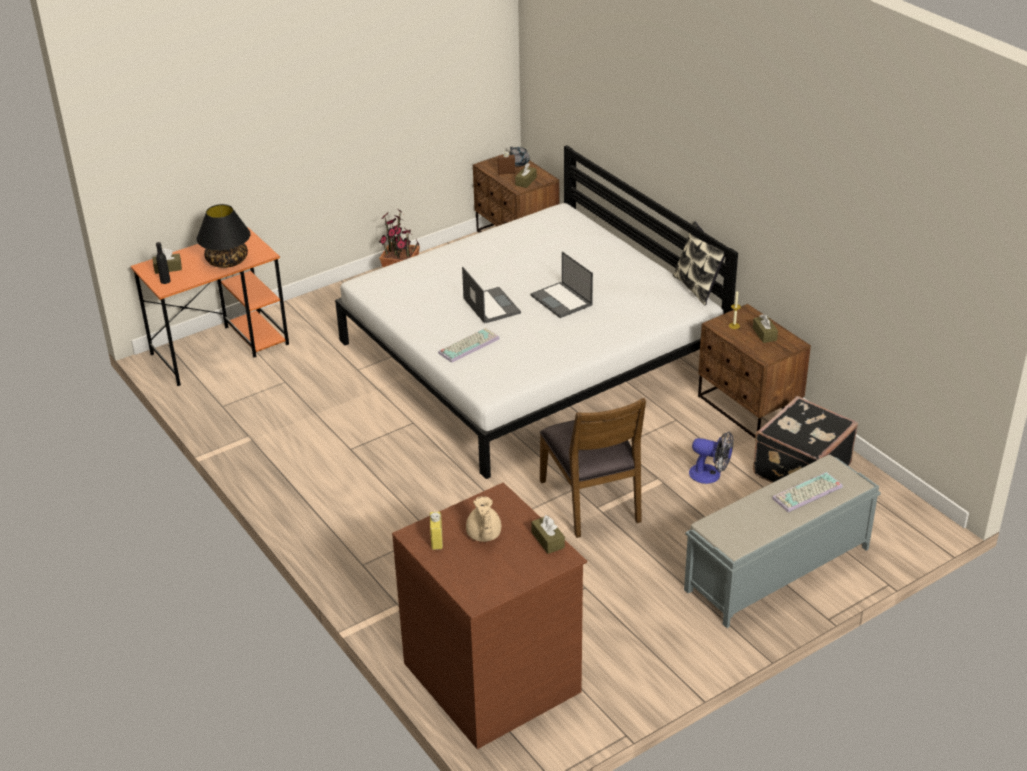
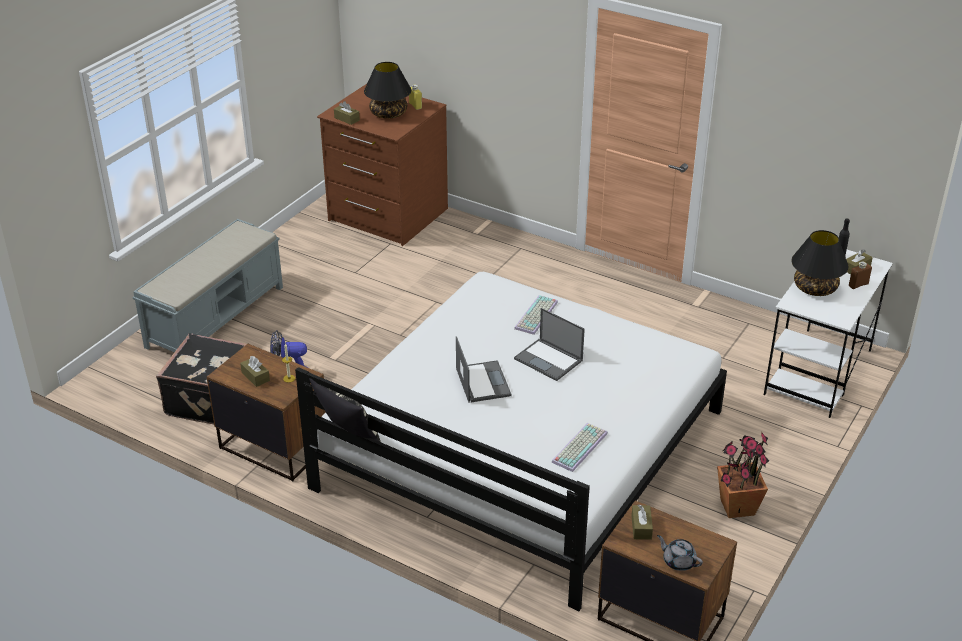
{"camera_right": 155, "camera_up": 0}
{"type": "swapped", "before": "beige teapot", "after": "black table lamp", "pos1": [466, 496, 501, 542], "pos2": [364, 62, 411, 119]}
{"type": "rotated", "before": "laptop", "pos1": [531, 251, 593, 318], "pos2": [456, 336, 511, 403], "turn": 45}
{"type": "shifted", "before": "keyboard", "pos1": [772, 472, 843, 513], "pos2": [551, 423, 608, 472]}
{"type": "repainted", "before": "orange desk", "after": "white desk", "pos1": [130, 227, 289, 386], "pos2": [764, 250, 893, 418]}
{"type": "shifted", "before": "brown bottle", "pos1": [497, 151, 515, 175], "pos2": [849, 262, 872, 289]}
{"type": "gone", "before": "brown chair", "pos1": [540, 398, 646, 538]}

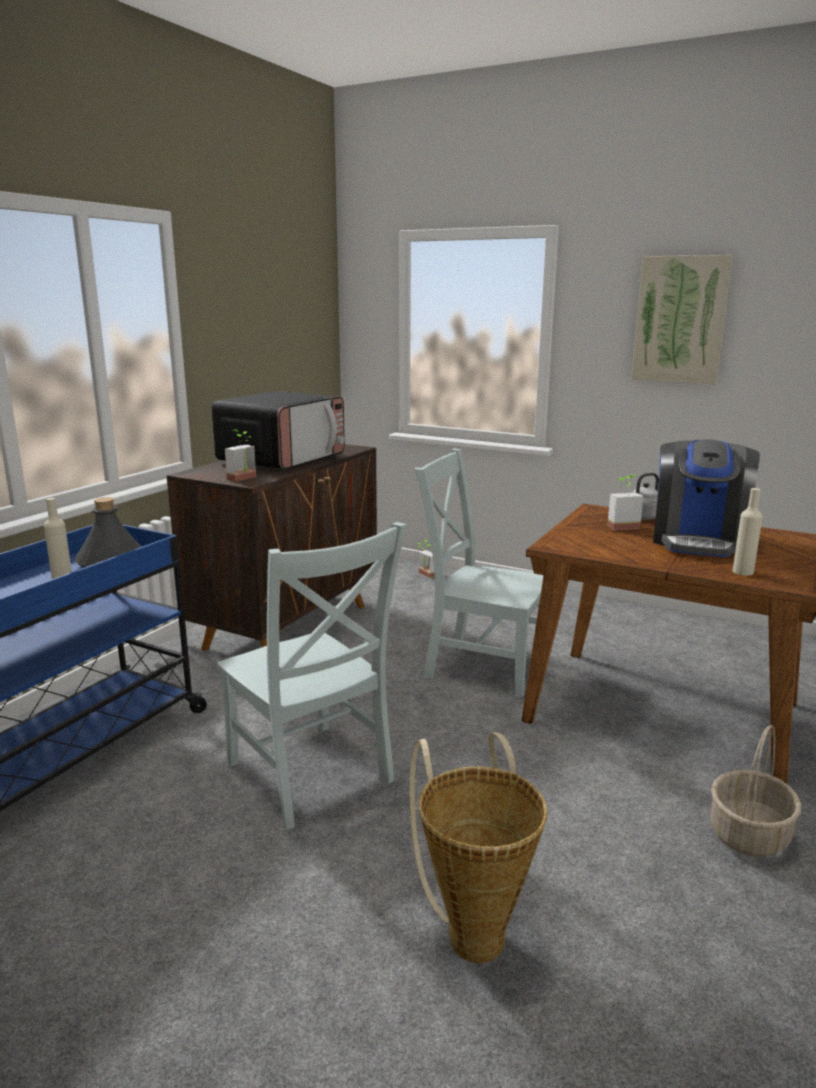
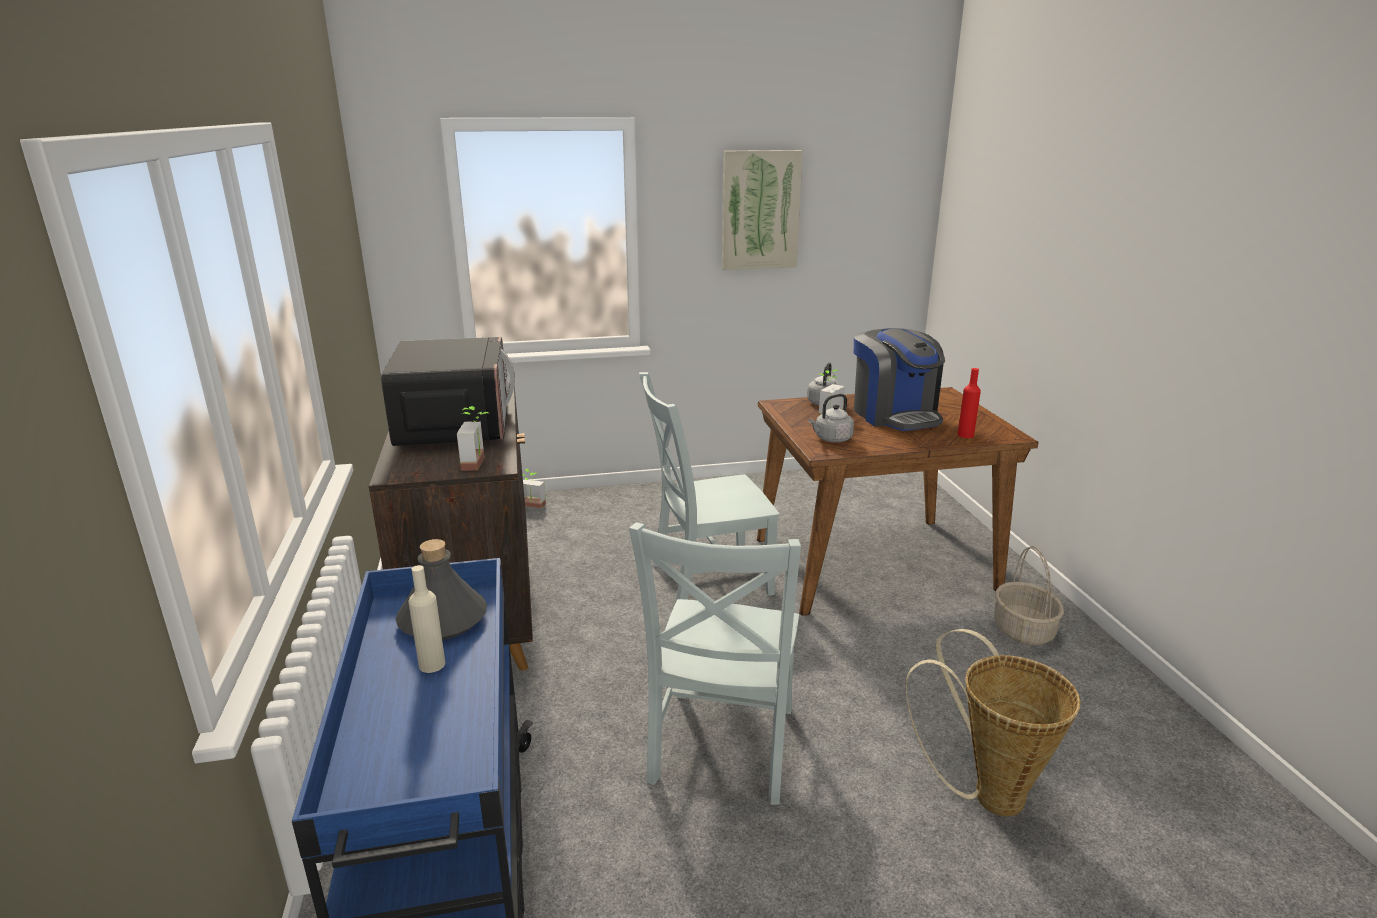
{"camera_right": -40, "camera_up": 5}
{"type": "rotated", "before": "grey chair", "pos1": [217, 522, 407, 829], "pos2": [629, 522, 801, 805], "turn": 90}
{"type": "new", "after": "grey kettle", "pos2": [809, 394, 854, 442]}
{"type": "repainted", "before": "beige bottle", "after": "red bottle", "pos1": [733, 488, 763, 576], "pos2": [958, 368, 981, 438]}

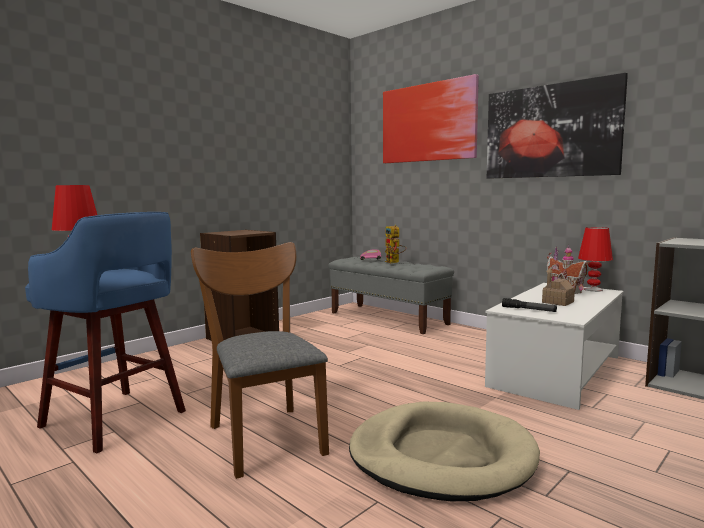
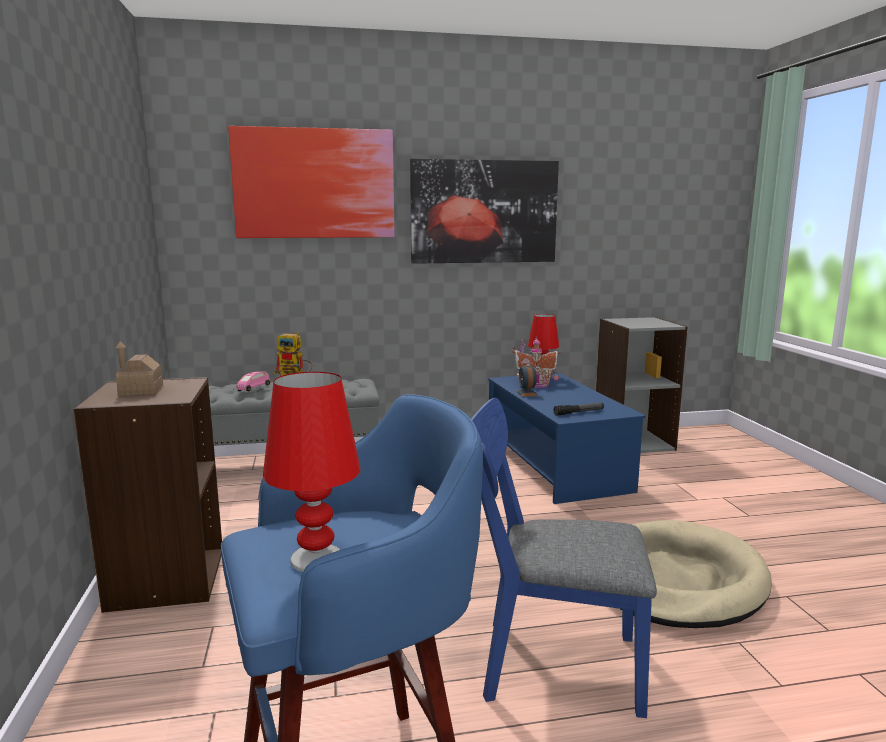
{"camera_right": -55, "camera_up": 5}
{"type": "shifted", "before": "toy house", "pos1": [542, 268, 575, 306], "pos2": [116, 341, 163, 396]}
{"type": "repainted", "before": "brown chair", "after": "blue chair", "pos1": [191, 242, 329, 479], "pos2": [471, 398, 657, 718]}
{"type": "repainted", "before": "white coffee table", "after": "blue coffee table", "pos1": [485, 283, 624, 410], "pos2": [488, 373, 646, 504]}
{"type": "new", "after": "alarm clock", "pos2": [517, 364, 538, 397]}

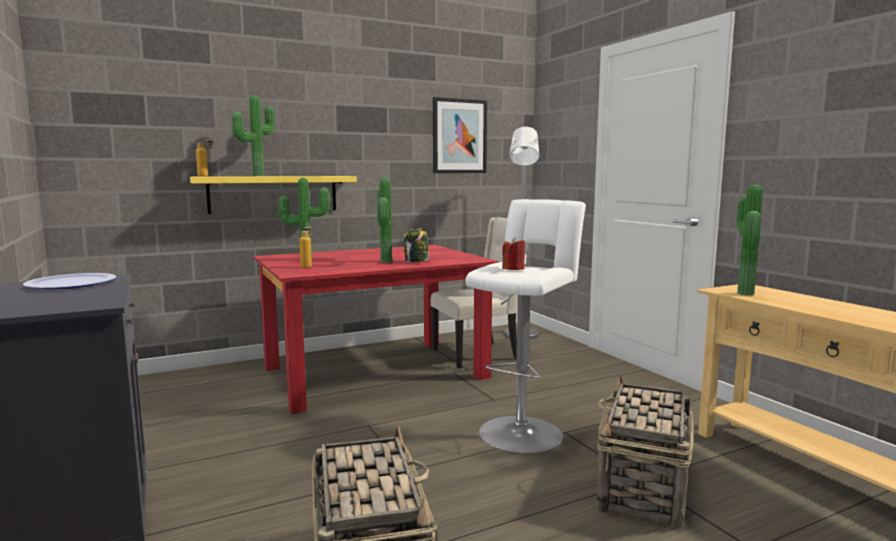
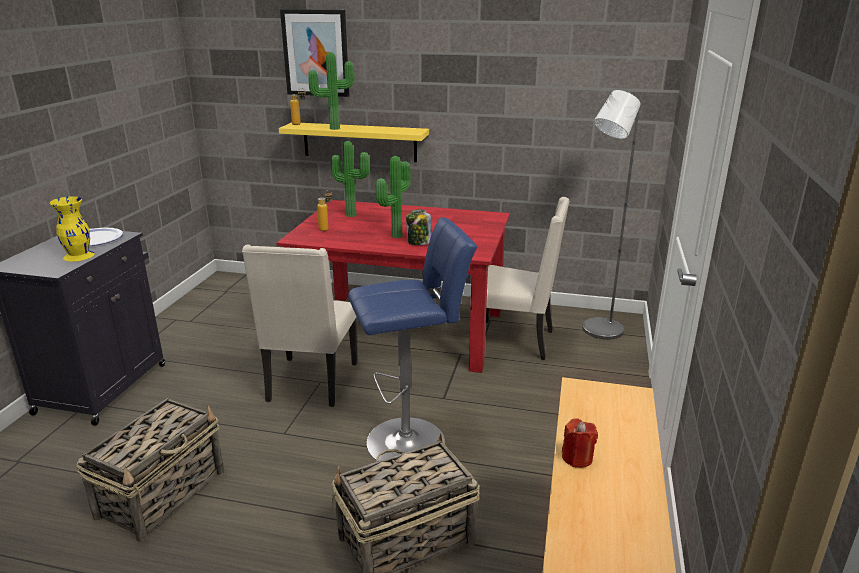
{"camera_right": 40, "camera_up": 15}
{"type": "new", "after": "yellow vase", "pos2": [49, 196, 95, 261]}
{"type": "new", "after": "beige chair", "pos2": [242, 245, 357, 407]}
{"type": "shifted", "before": "picture", "pos1": [433, 97, 487, 173], "pos2": [280, 9, 349, 97]}
{"type": "repainted", "before": "white stool", "after": "blue stool", "pos1": [465, 199, 586, 454], "pos2": [348, 217, 477, 461]}
{"type": "shifted", "before": "red candle", "pos1": [502, 237, 525, 270], "pos2": [562, 418, 598, 468]}
{"type": "gone", "before": "potted plant", "pos1": [737, 185, 763, 296]}

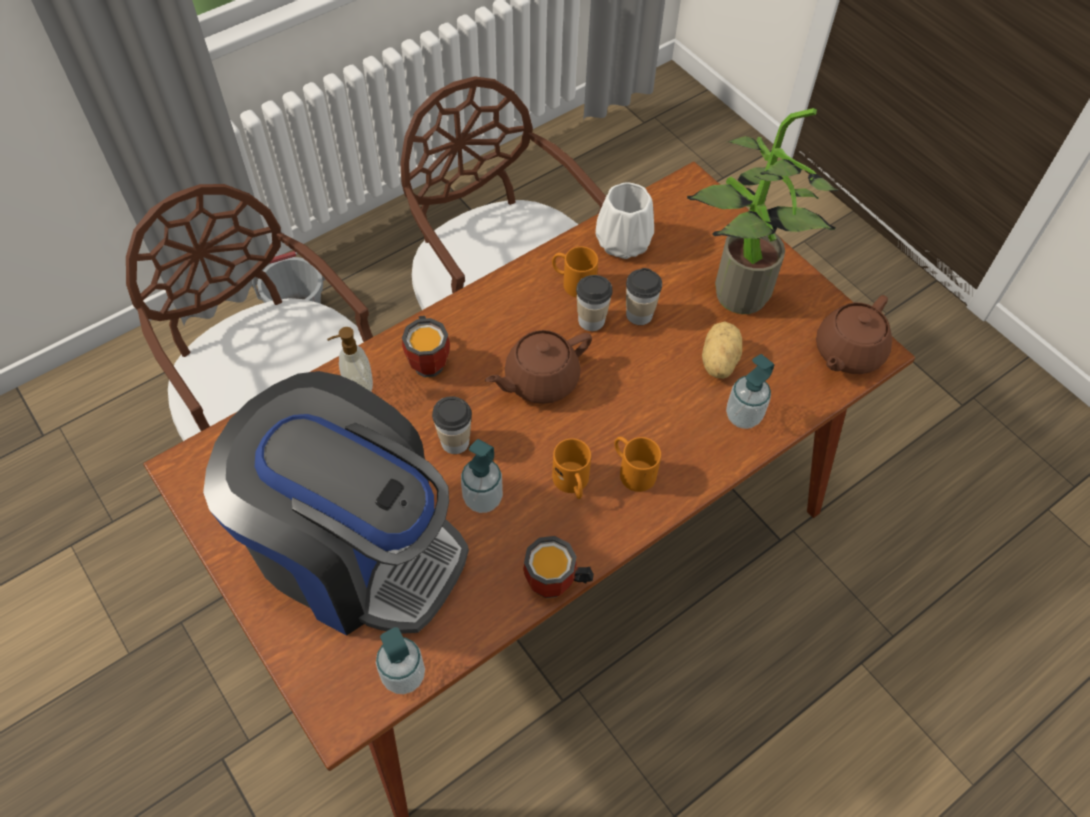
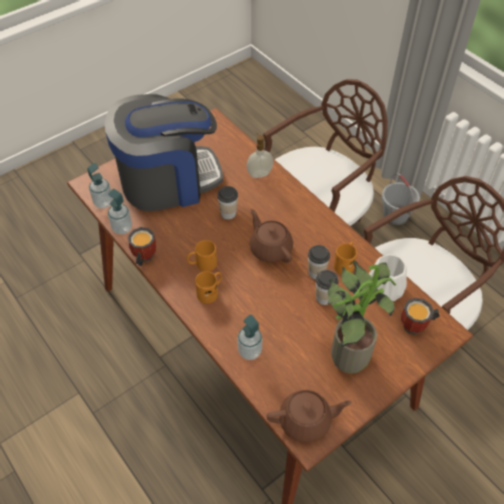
{"camera_right": 90, "camera_up": -5}
{"type": "rotated", "before": "coffee machine", "pos1": [203, 371, 469, 636], "pos2": [105, 94, 223, 211], "turn": -135}
{"type": "shifted", "before": "soap dispenser", "pos1": [461, 439, 503, 513], "pos2": [108, 189, 132, 235]}
{"type": "rotated", "before": "brown teapot", "pos1": [816, 295, 892, 374], "pos2": [266, 390, 352, 443], "turn": 135}
{"type": "shifted", "before": "mug", "pos1": [402, 316, 450, 378], "pos2": [401, 298, 440, 335]}
{"type": "gone", "before": "potato", "pos1": [702, 322, 742, 379]}

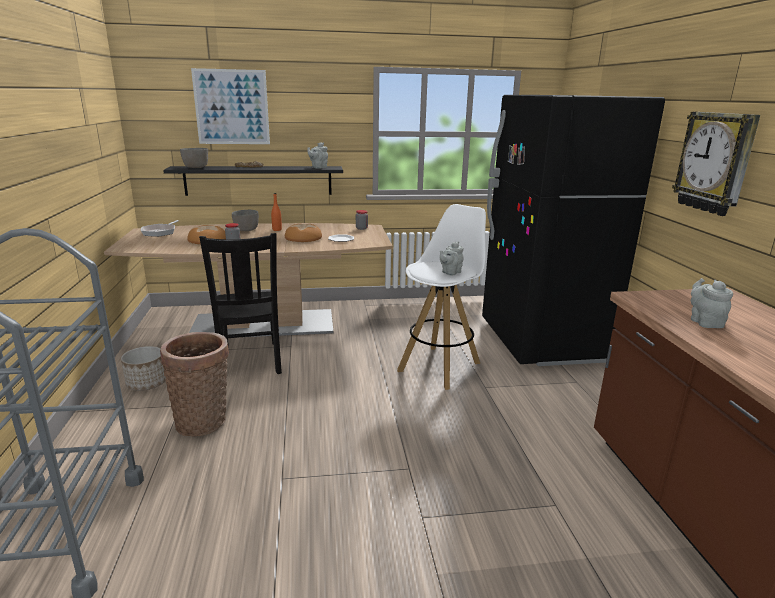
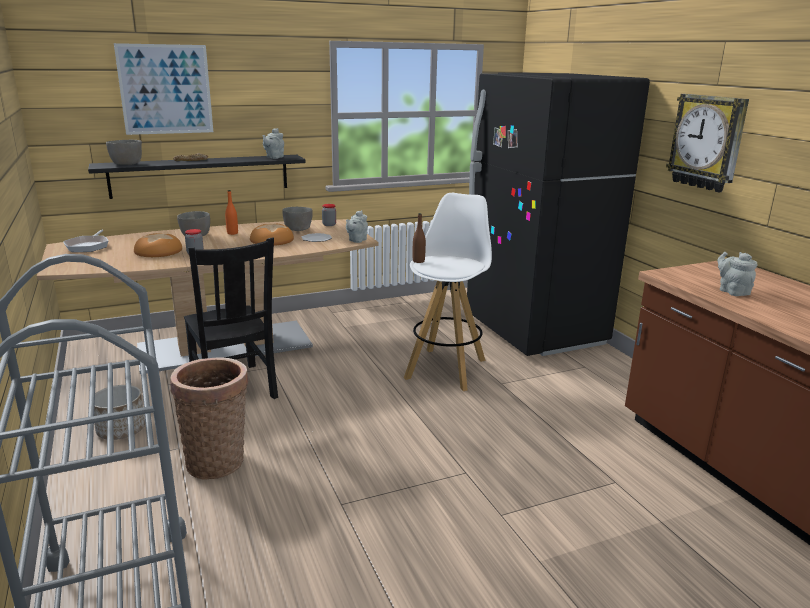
{"camera_right": -15, "camera_up": 0}
{"type": "new", "after": "grey bowl", "pos2": [282, 207, 313, 231]}
{"type": "shifted", "before": "grey teapot", "pos1": [440, 241, 464, 276], "pos2": [346, 210, 368, 243]}
{"type": "new", "after": "brown bottle", "pos2": [413, 213, 426, 263]}

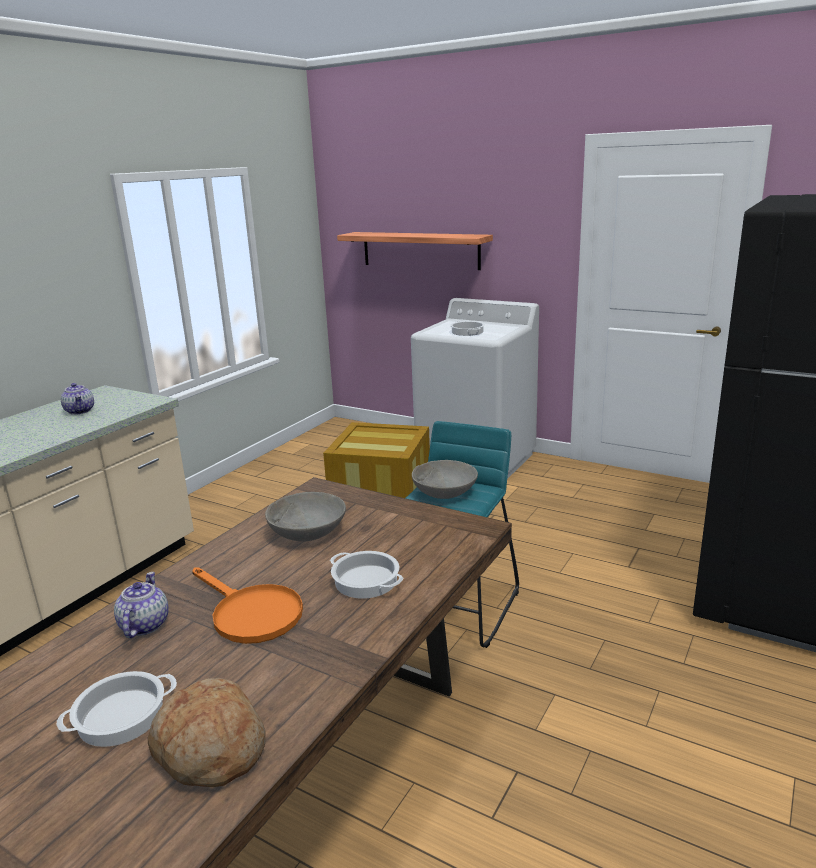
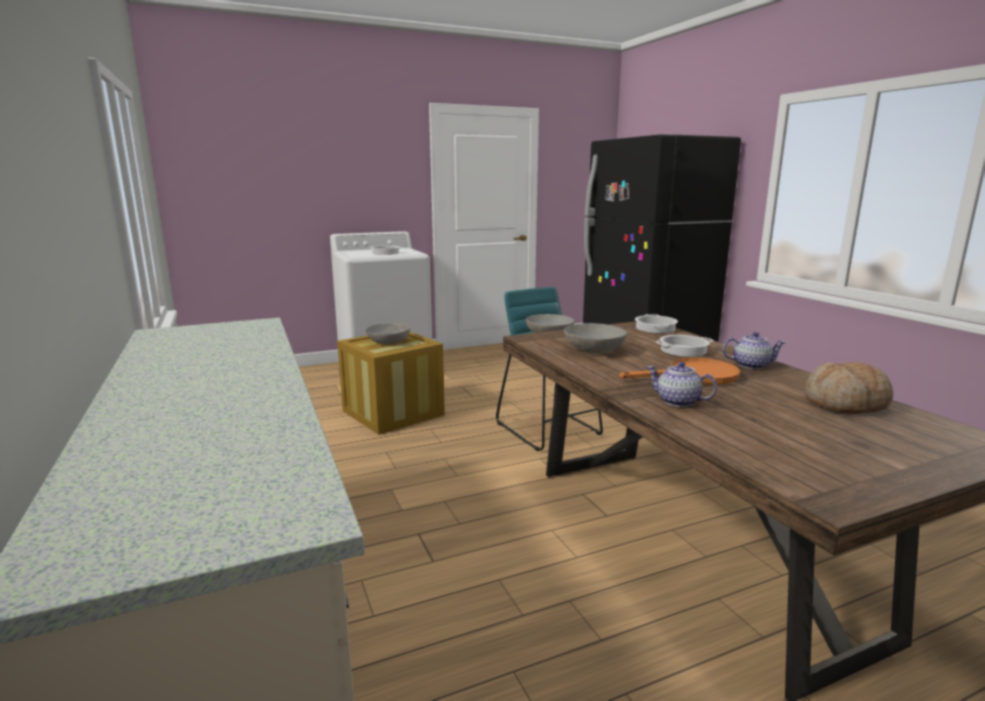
{"camera_right": -55, "camera_up": -5}
{"type": "new", "after": "grey bowl", "pos2": [366, 323, 410, 345]}
{"type": "shifted", "before": "cooking pot", "pos1": [57, 671, 177, 747], "pos2": [635, 314, 678, 333]}
{"type": "shifted", "before": "teapot", "pos1": [61, 383, 94, 415], "pos2": [722, 332, 786, 369]}
{"type": "gone", "before": "shelf", "pos1": [337, 232, 493, 270]}

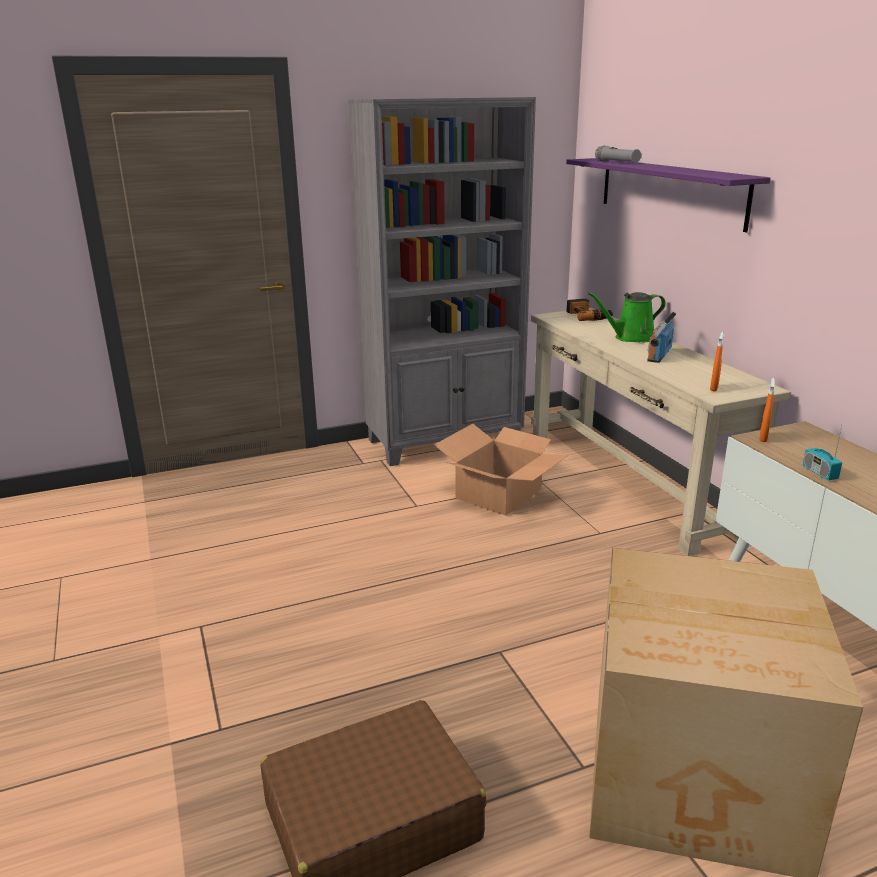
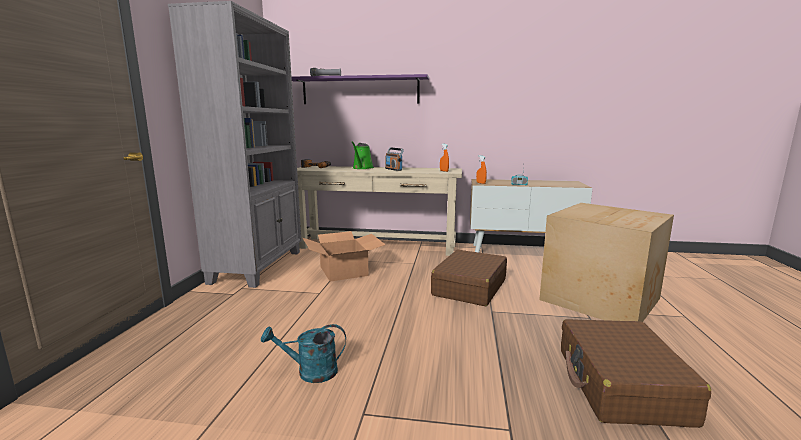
{"camera_right": -60, "camera_up": -10}
{"type": "new", "after": "turquoise watering can", "pos2": [261, 324, 346, 383]}
{"type": "new", "after": "brown suitcase", "pos2": [431, 250, 507, 306]}

